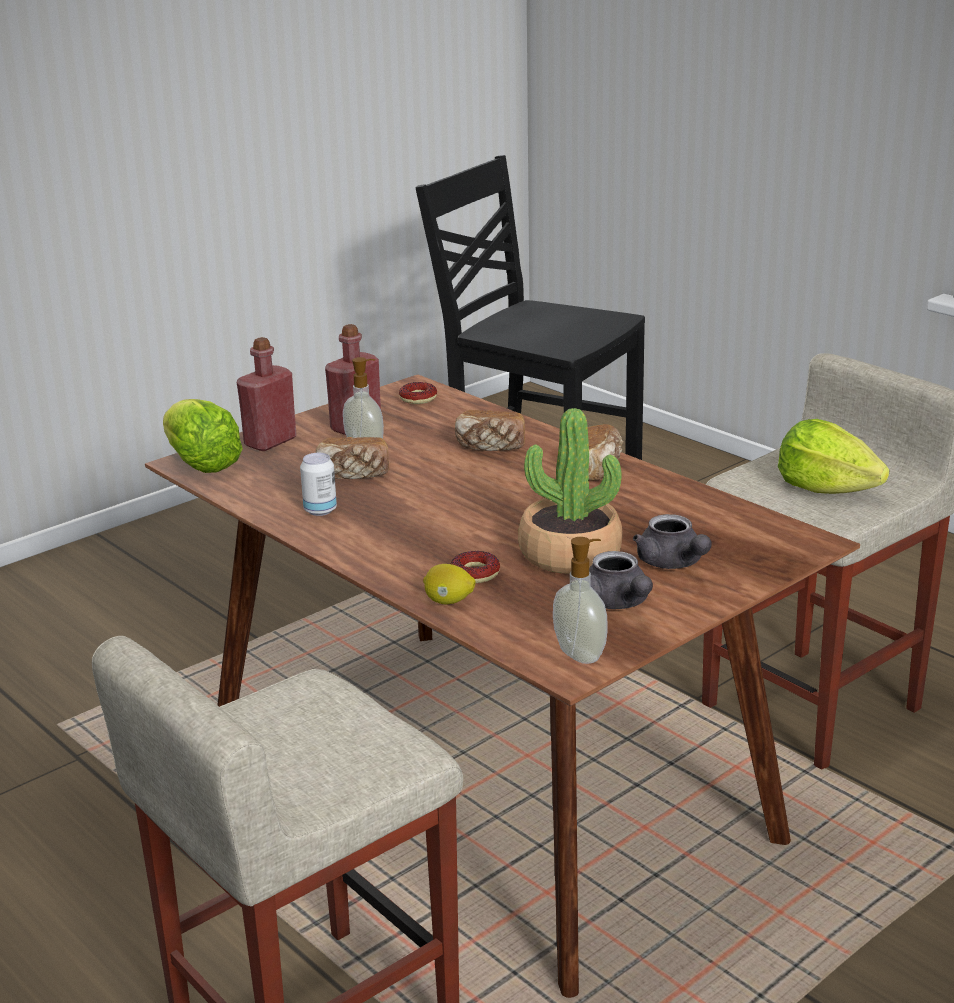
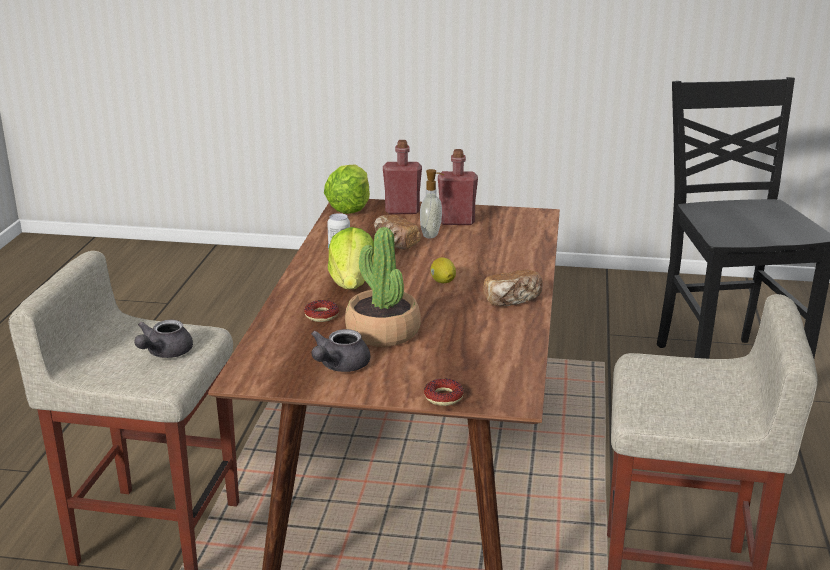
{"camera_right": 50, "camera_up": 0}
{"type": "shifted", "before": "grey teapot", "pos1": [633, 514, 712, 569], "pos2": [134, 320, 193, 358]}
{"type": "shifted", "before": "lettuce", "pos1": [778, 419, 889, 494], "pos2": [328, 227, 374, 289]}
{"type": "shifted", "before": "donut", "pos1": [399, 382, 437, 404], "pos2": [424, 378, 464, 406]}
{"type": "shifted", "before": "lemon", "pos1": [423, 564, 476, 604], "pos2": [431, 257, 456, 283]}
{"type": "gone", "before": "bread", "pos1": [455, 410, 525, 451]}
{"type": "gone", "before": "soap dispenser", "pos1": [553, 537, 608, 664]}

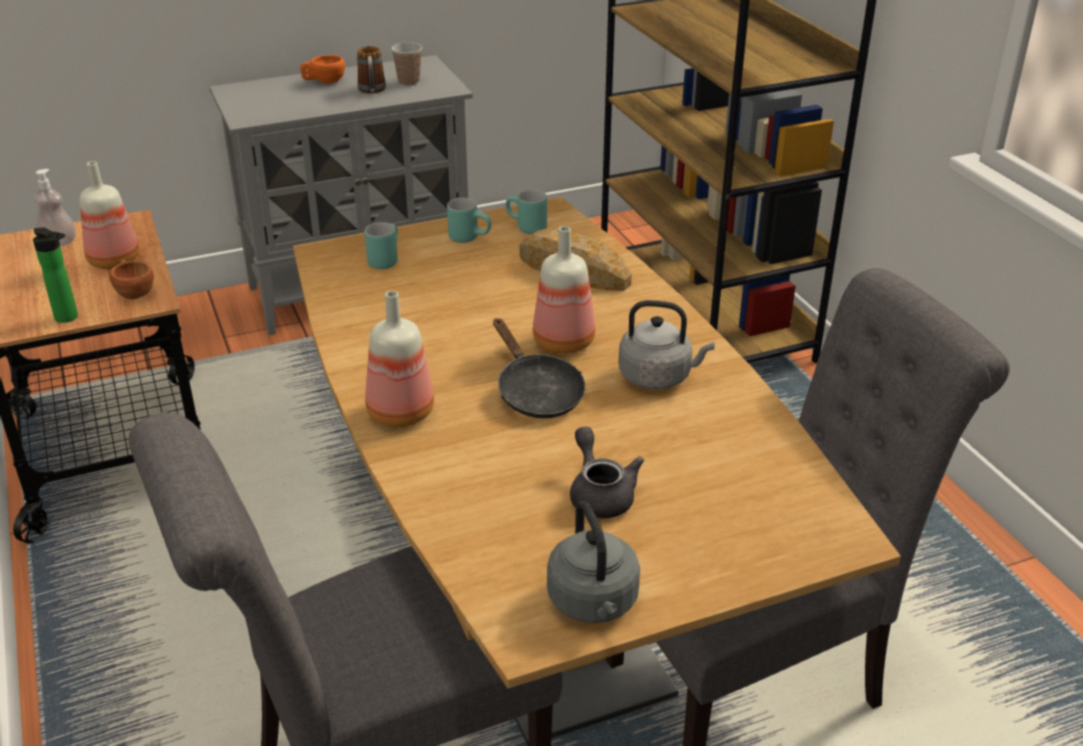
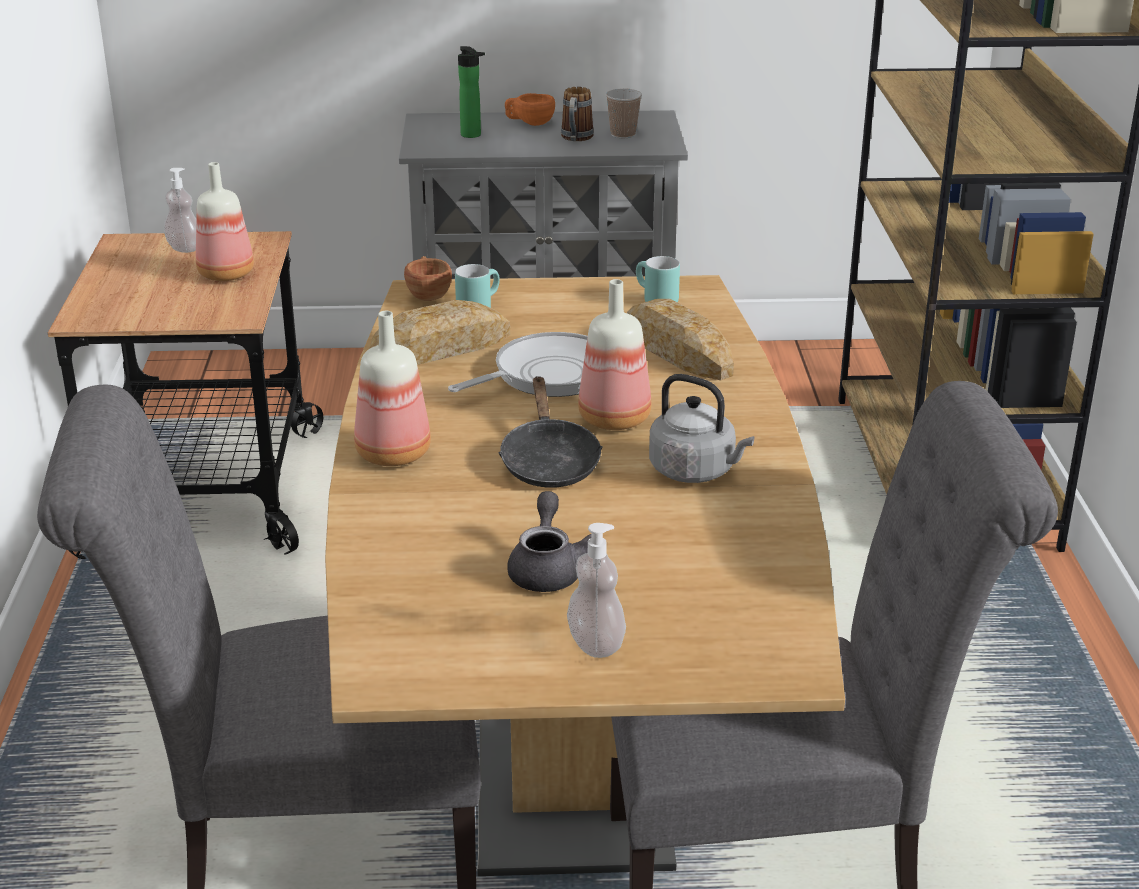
{"camera_right": 20, "camera_up": -5}
{"type": "new", "after": "bread", "pos2": [369, 300, 510, 365]}
{"type": "shifted", "before": "brown cup", "pos1": [109, 259, 154, 299], "pos2": [404, 256, 452, 301]}
{"type": "new", "after": "frying pan", "pos2": [448, 332, 588, 397]}
{"type": "shifted", "before": "bottle", "pos1": [33, 227, 78, 323], "pos2": [458, 46, 485, 138]}
{"type": "new", "after": "soap dispenser", "pos2": [567, 523, 626, 658]}
{"type": "gone", "before": "turquoise mug", "pos1": [447, 198, 491, 243]}
{"type": "gone", "before": "grey kettle", "pos1": [547, 501, 640, 623]}

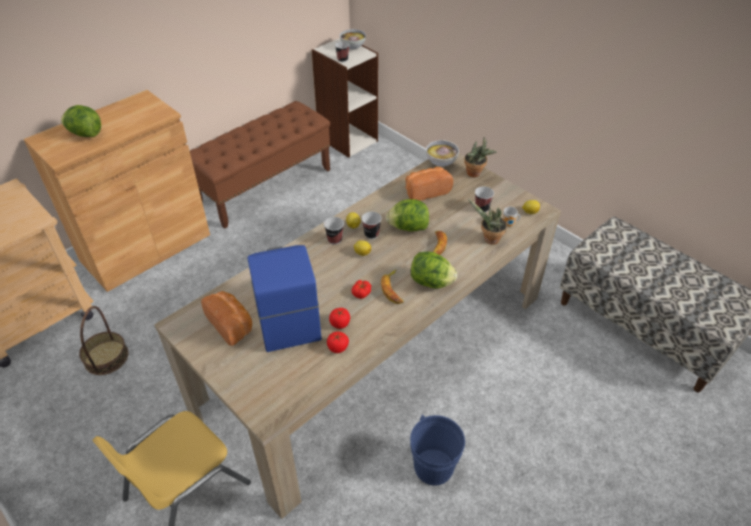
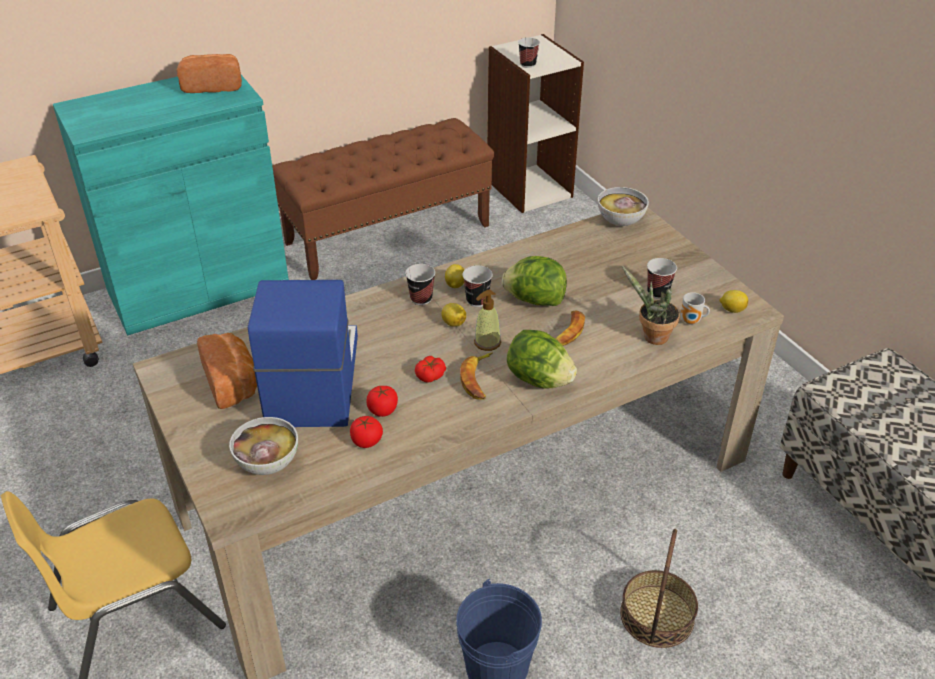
{"camera_right": 15, "camera_up": -5}
{"type": "repainted", "before": "brown cabinet", "after": "turquoise cabinet", "pos1": [24, 90, 210, 292], "pos2": [53, 75, 289, 336]}
{"type": "shifted", "before": "bread", "pos1": [405, 167, 453, 201], "pos2": [177, 54, 242, 93]}
{"type": "shifted", "before": "bowl", "pos1": [340, 29, 366, 49], "pos2": [229, 417, 298, 475]}
{"type": "new", "after": "soap dispenser", "pos2": [474, 290, 501, 351]}
{"type": "shifted", "before": "basket", "pos1": [79, 306, 128, 375], "pos2": [620, 529, 698, 648]}
{"type": "gone", "before": "lettuce", "pos1": [61, 105, 101, 137]}
{"type": "gone", "before": "potted plant", "pos1": [464, 137, 497, 177]}

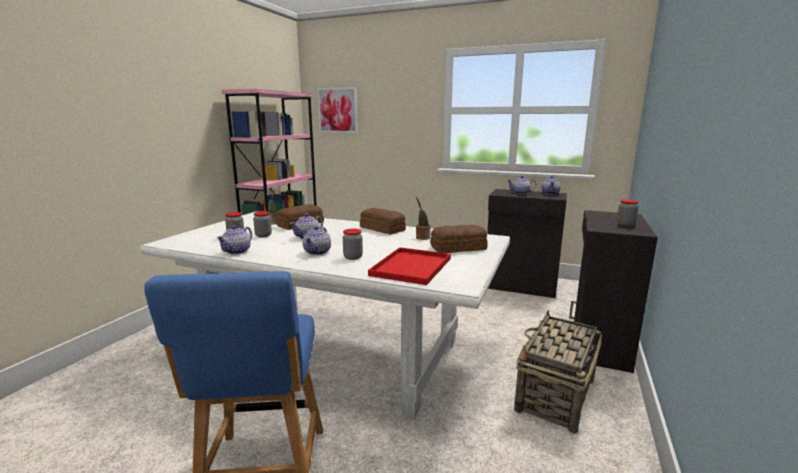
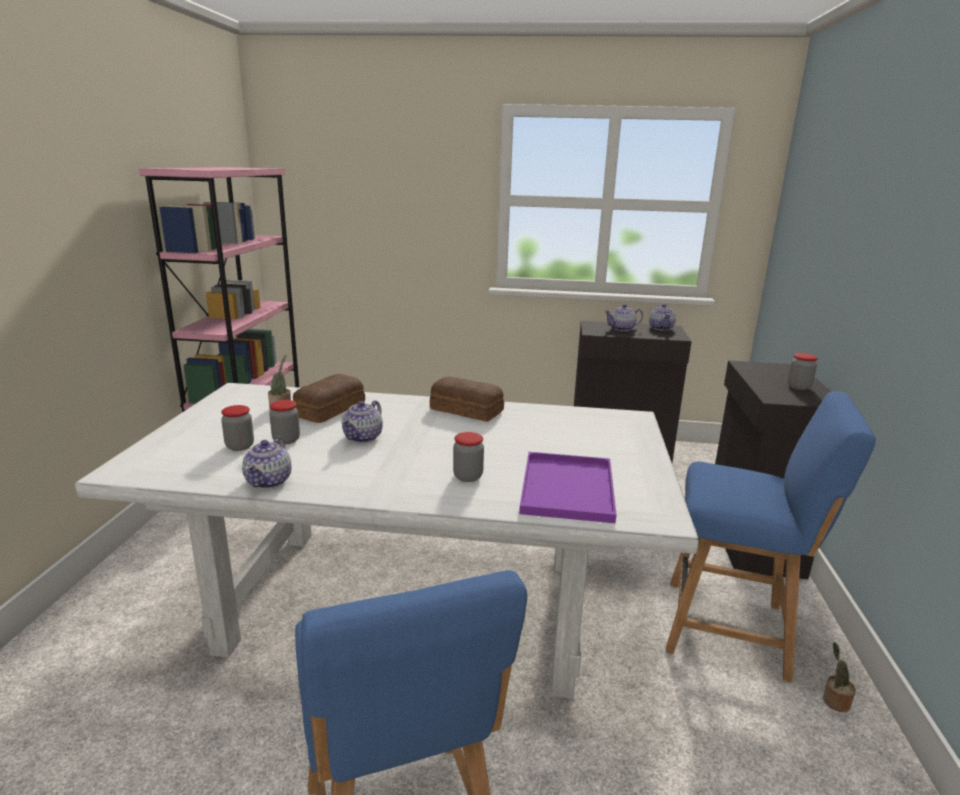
{"camera_right": -15, "camera_up": 5}
{"type": "repainted", "before": "red tray", "after": "purple tray", "pos1": [368, 247, 451, 285], "pos2": [519, 452, 616, 523]}
{"type": "swapped", "before": "basket", "after": "blue chair", "pos1": [514, 310, 602, 434], "pos2": [666, 391, 876, 683]}
{"type": "shifted", "before": "potted plant", "pos1": [416, 197, 431, 240], "pos2": [823, 642, 856, 712]}
{"type": "gone", "before": "teapot", "pos1": [303, 226, 331, 255]}
{"type": "gone", "before": "picture", "pos1": [317, 87, 358, 133]}
{"type": "gone", "before": "bread", "pos1": [430, 225, 488, 253]}

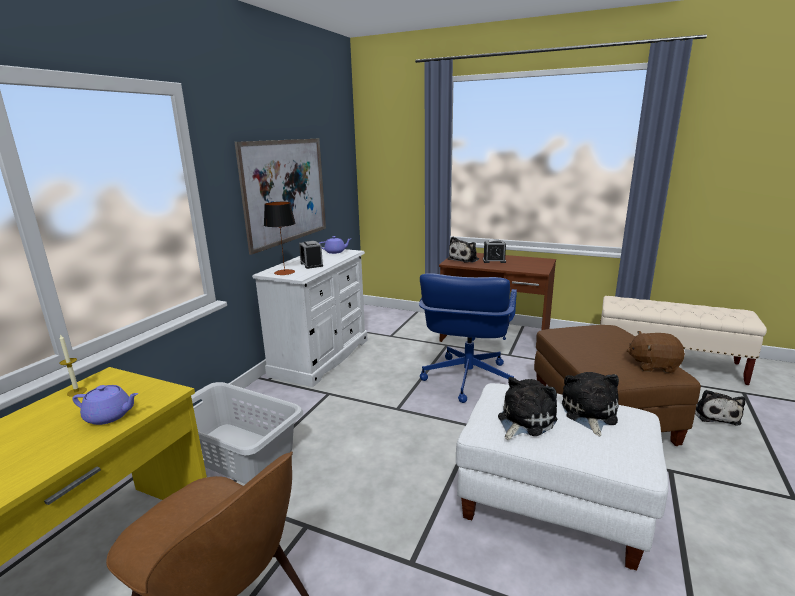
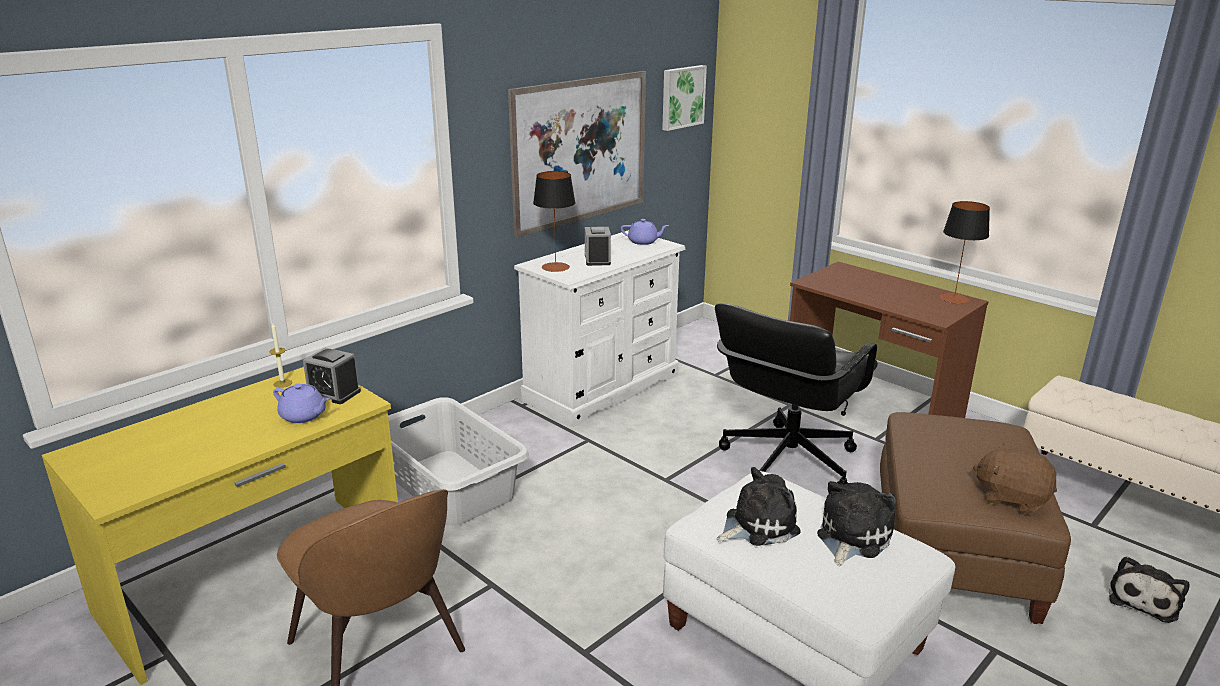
{"camera_right": 20, "camera_up": 5}
{"type": "shifted", "before": "alarm clock", "pos1": [483, 239, 506, 263], "pos2": [303, 348, 361, 404]}
{"type": "new", "after": "picture", "pos2": [662, 65, 707, 131]}
{"type": "repainted", "before": "blue office chair", "after": "black office chair", "pos1": [419, 273, 517, 403], "pos2": [715, 303, 878, 486]}
{"type": "new", "after": "table lamp", "pos2": [939, 201, 990, 304]}
{"type": "gone", "before": "plush toy", "pos1": [448, 237, 479, 263]}

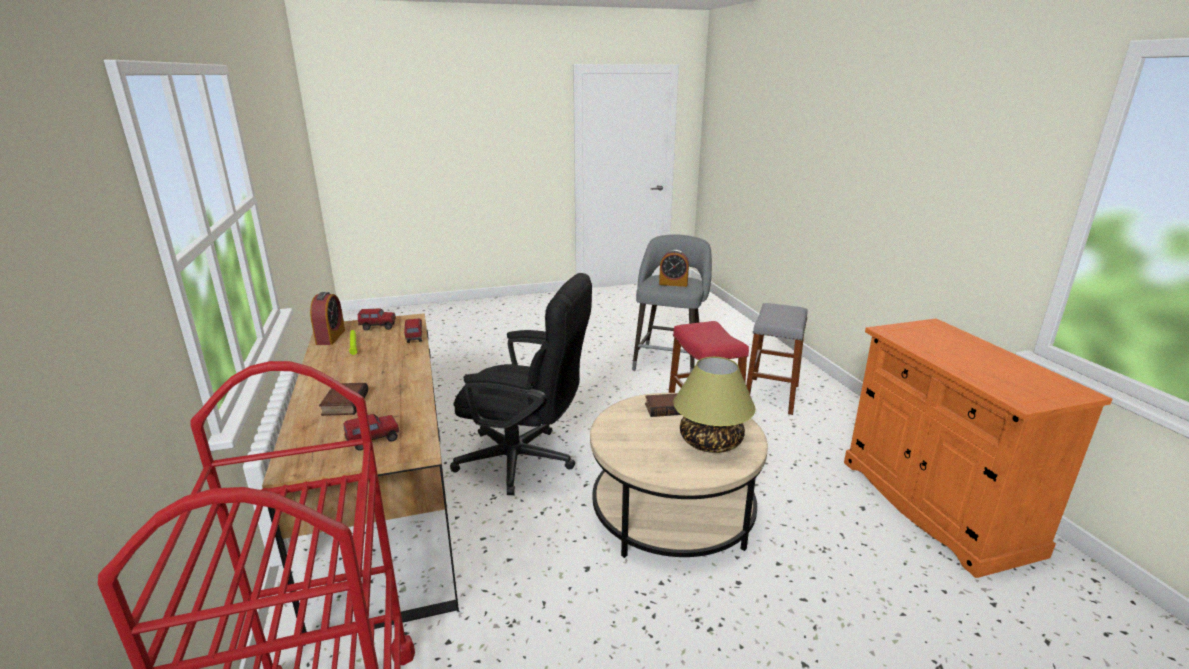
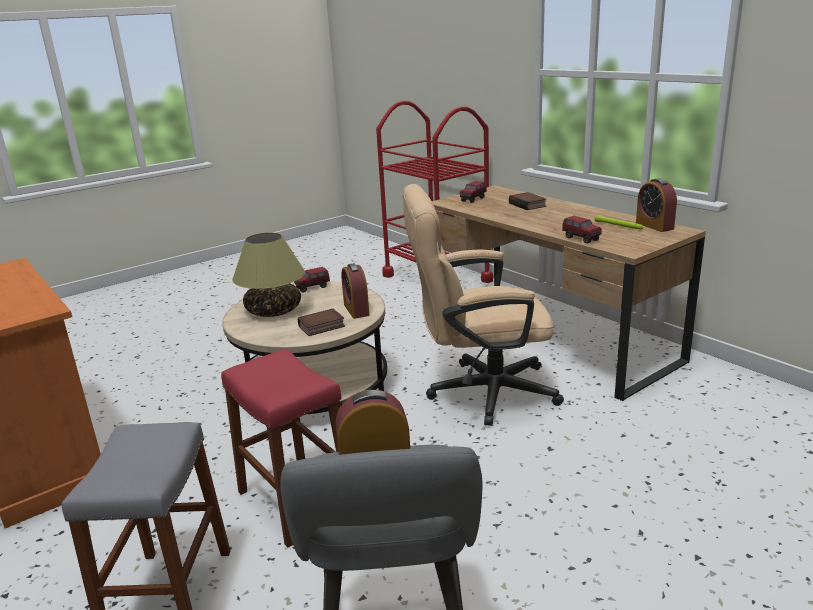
{"camera_right": 160, "camera_up": 0}
{"type": "shifted", "before": "toy truck", "pos1": [358, 308, 396, 330], "pos2": [294, 267, 330, 292]}
{"type": "new", "after": "alarm clock", "pos2": [341, 263, 370, 319]}
{"type": "repainted", "before": "black office chair", "after": "beige office chair", "pos1": [450, 273, 592, 495], "pos2": [403, 184, 564, 426]}

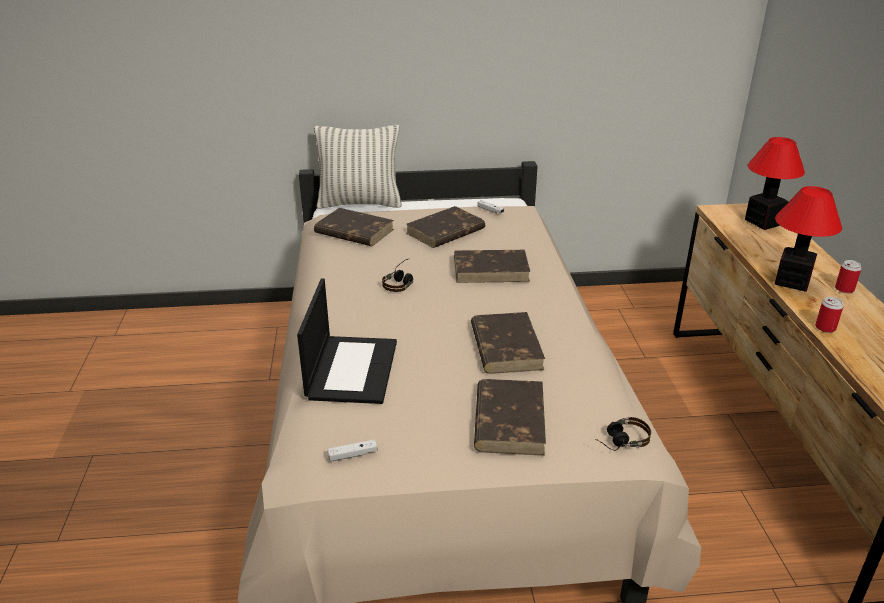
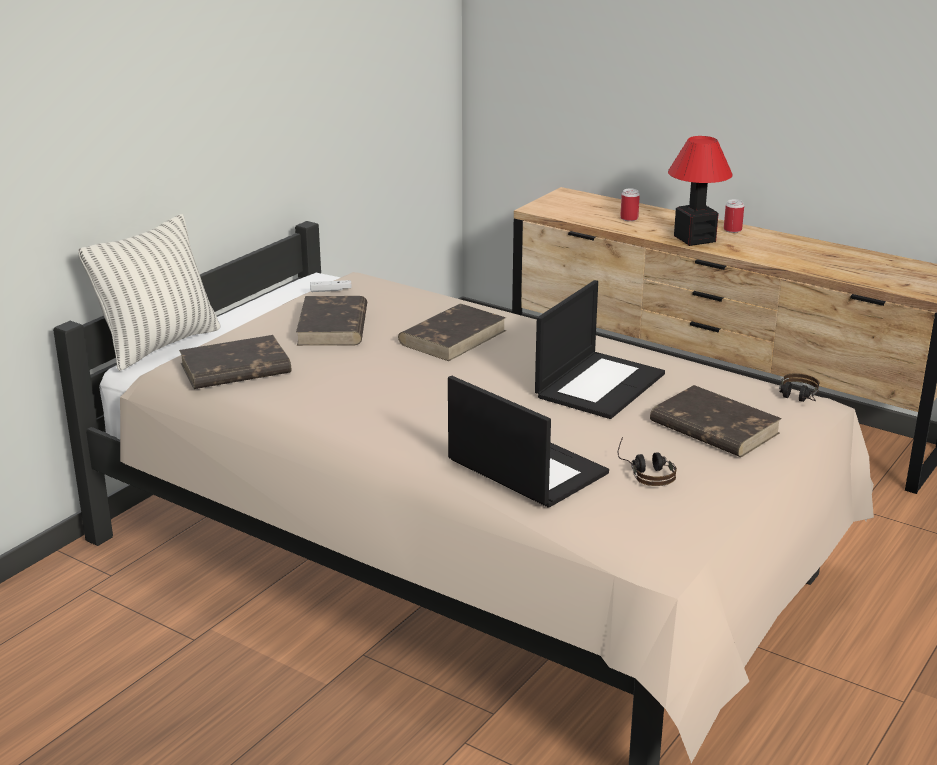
{"camera_right": -50, "camera_up": -5}
{"type": "swapped", "before": "brown book", "after": "laptop", "pos1": [471, 312, 545, 374], "pos2": [535, 280, 665, 419]}
{"type": "shifted", "before": "headphones", "pos1": [382, 259, 413, 292], "pos2": [618, 437, 677, 486]}
{"type": "shifted", "before": "can", "pos1": [815, 297, 844, 333], "pos2": [620, 189, 640, 221]}
{"type": "gone", "before": "white game controller", "pos1": [327, 439, 378, 462]}
{"type": "gone", "before": "table lamp", "pos1": [745, 137, 805, 230]}

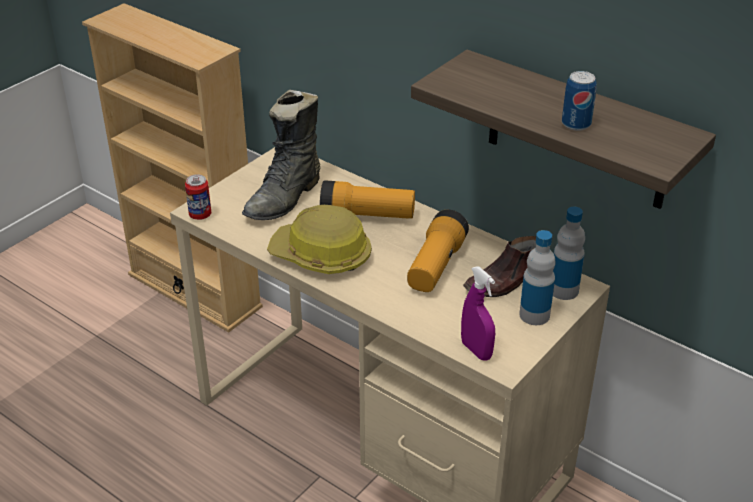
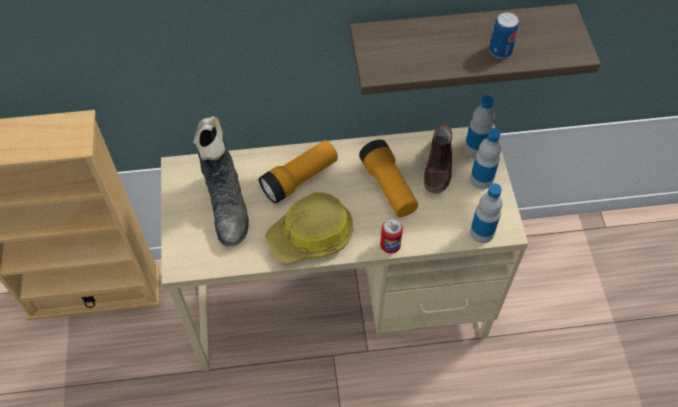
{"camera_right": -45, "camera_up": 20}
{"type": "shifted", "before": "can", "pos1": [185, 174, 211, 220], "pos2": [380, 219, 403, 254]}
{"type": "swapped", "before": "purple spray bottle", "after": "bottle", "pos1": [461, 266, 495, 361], "pos2": [470, 183, 502, 243]}

